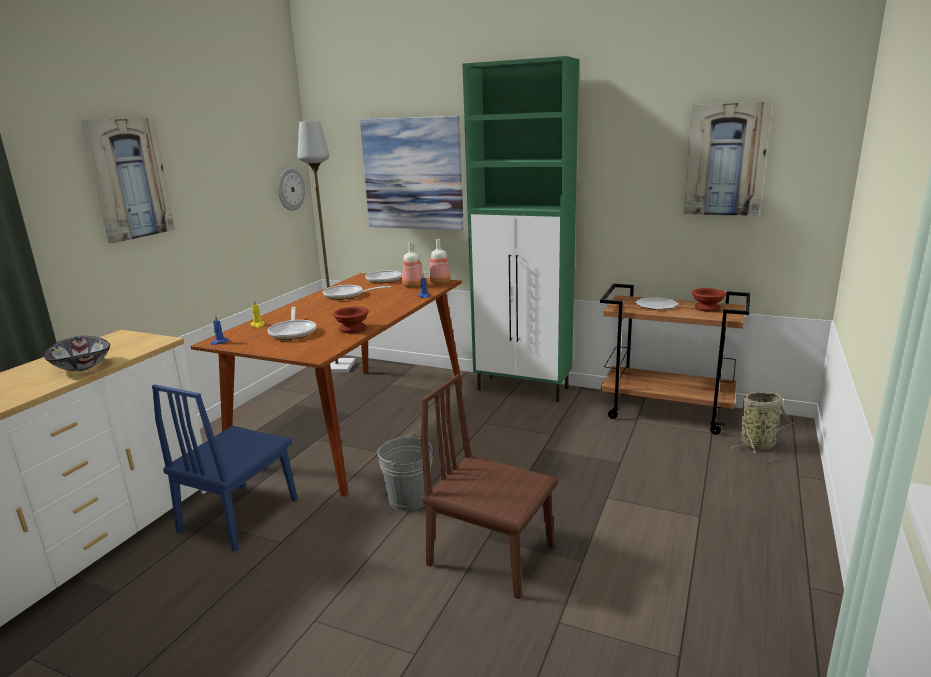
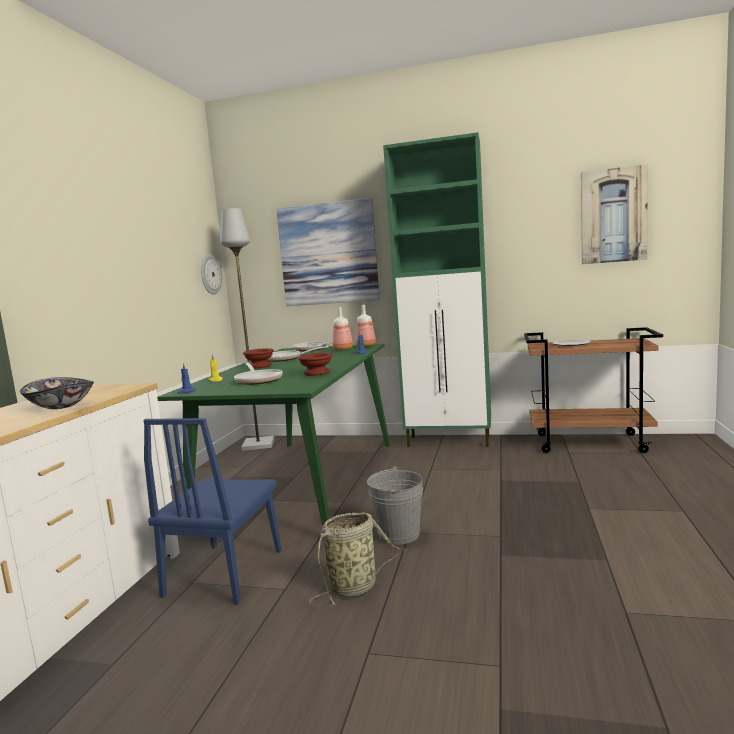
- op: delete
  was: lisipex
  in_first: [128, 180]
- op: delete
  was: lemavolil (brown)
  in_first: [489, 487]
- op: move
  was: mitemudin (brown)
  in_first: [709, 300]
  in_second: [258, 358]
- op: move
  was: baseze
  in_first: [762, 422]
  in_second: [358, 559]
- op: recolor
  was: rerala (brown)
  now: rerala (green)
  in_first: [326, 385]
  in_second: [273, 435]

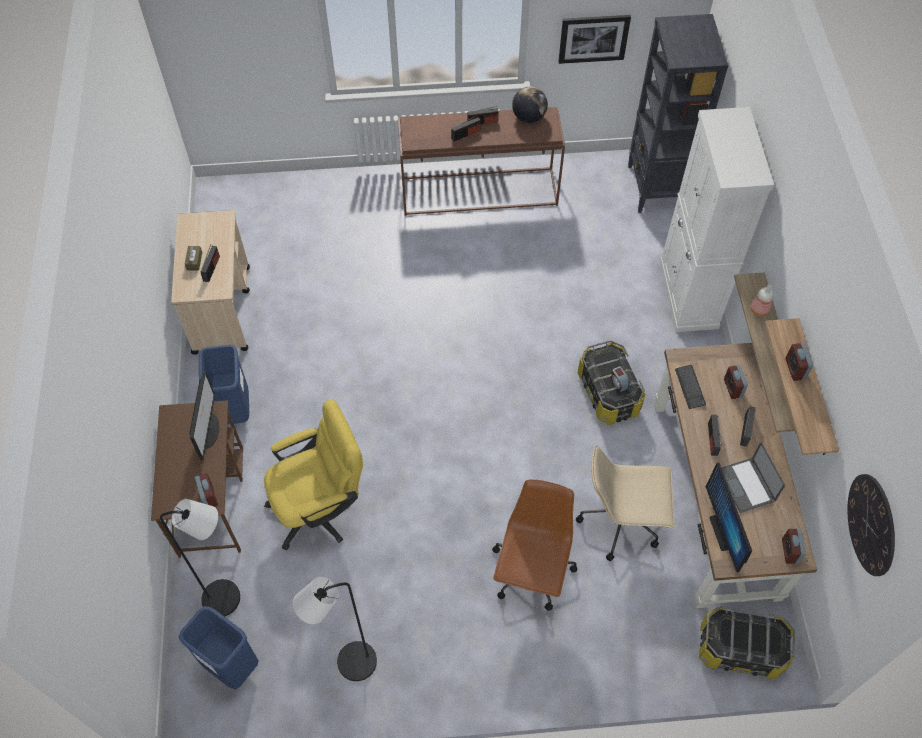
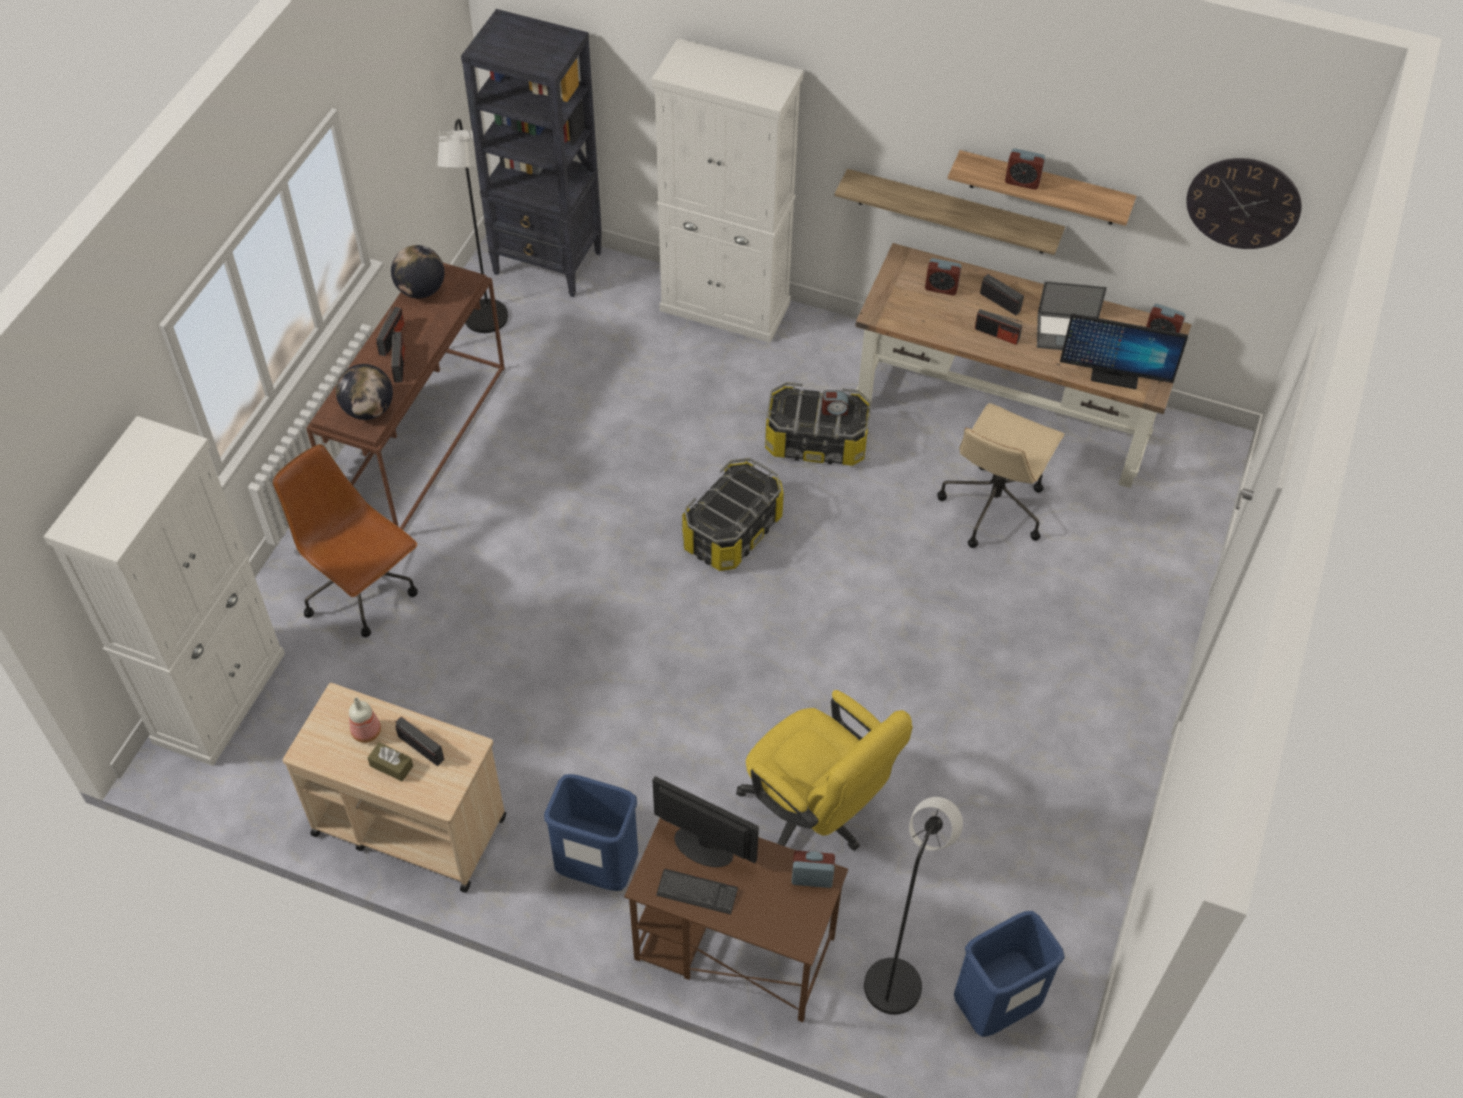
- op: delete
  was: lisipex
  in_first: [594, 39]
- op: insert
  now: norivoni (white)
  in_second: [164, 591]
- op: insert
  now: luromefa
  in_second: [364, 392]
- op: move
  was: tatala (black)
  in_first: [335, 629]
  in_second: [472, 226]
- op: move
  was: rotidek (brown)
  in_first: [535, 545]
  in_second: [345, 540]
- op: move
  was: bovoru
  in_first: [690, 387]
  in_second: [697, 892]
- op: move
  was: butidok
  in_first: [747, 642]
  in_second: [733, 514]
- op: move
  was: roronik
  in_first: [762, 300]
  in_second: [365, 720]
- op: rotate
  was: rotidek (yellow)
  in_first: [313, 475]
  in_second: [824, 770]
  clockwise: 135

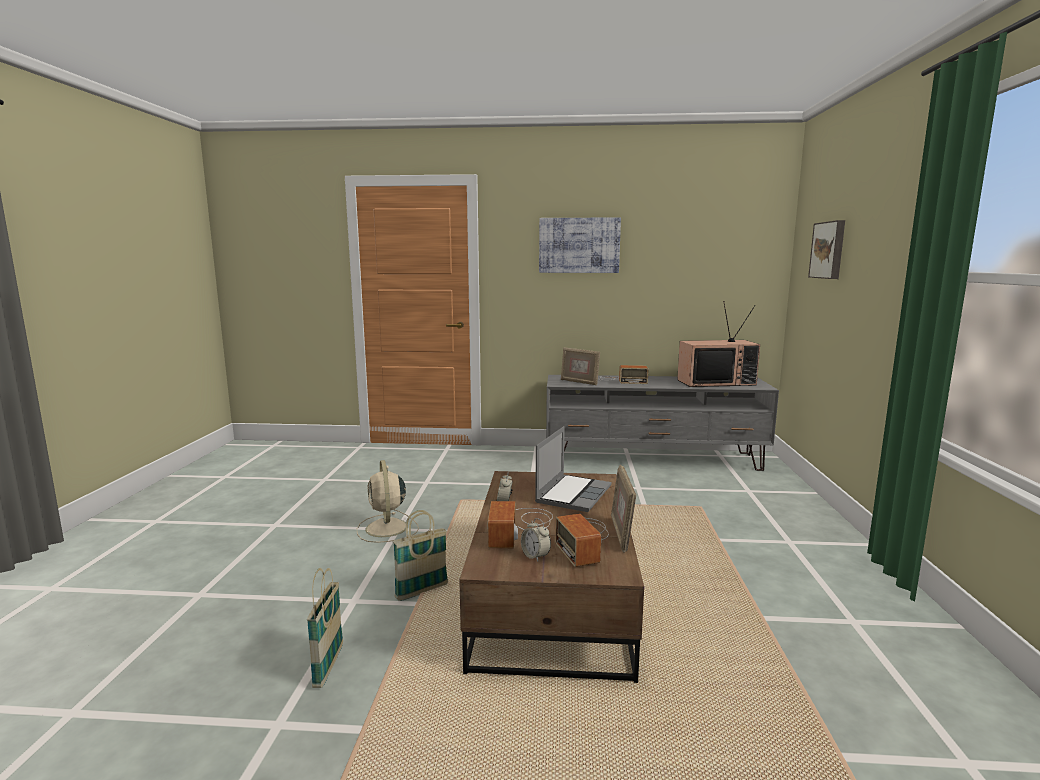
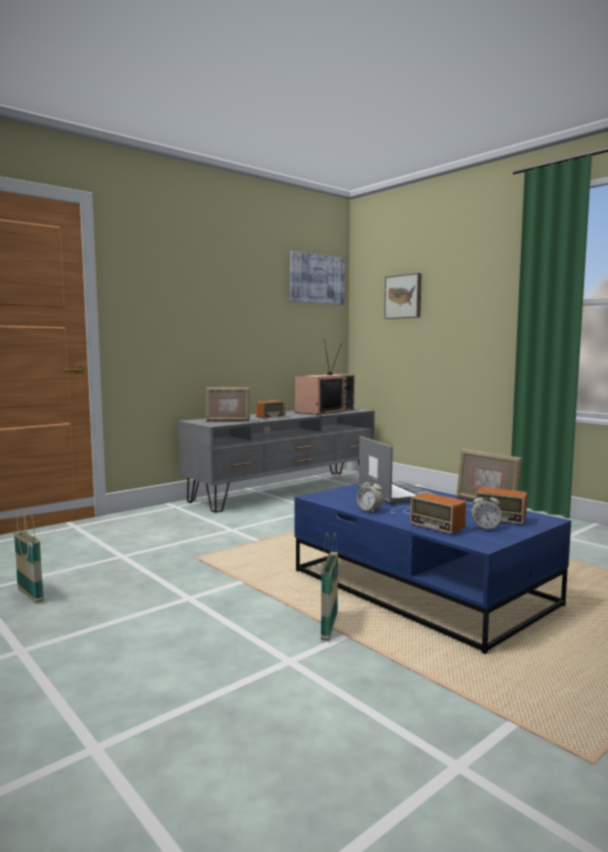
- op: delete
  was: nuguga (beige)
  in_first: [388, 501]
- op: move
  was: baseze
  in_first: [325, 628]
  in_second: [29, 557]
- op: move
  was: lisipex
  in_first: [580, 245]
  in_second: [317, 278]
- op: recolor
  was: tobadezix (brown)
  now: tobadezix (blue)
  in_first: [551, 577]
  in_second: [433, 568]

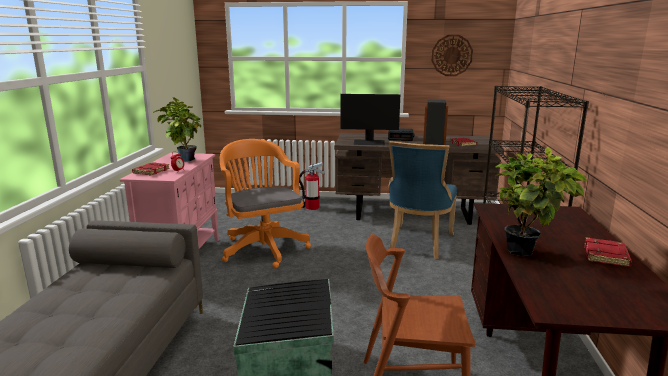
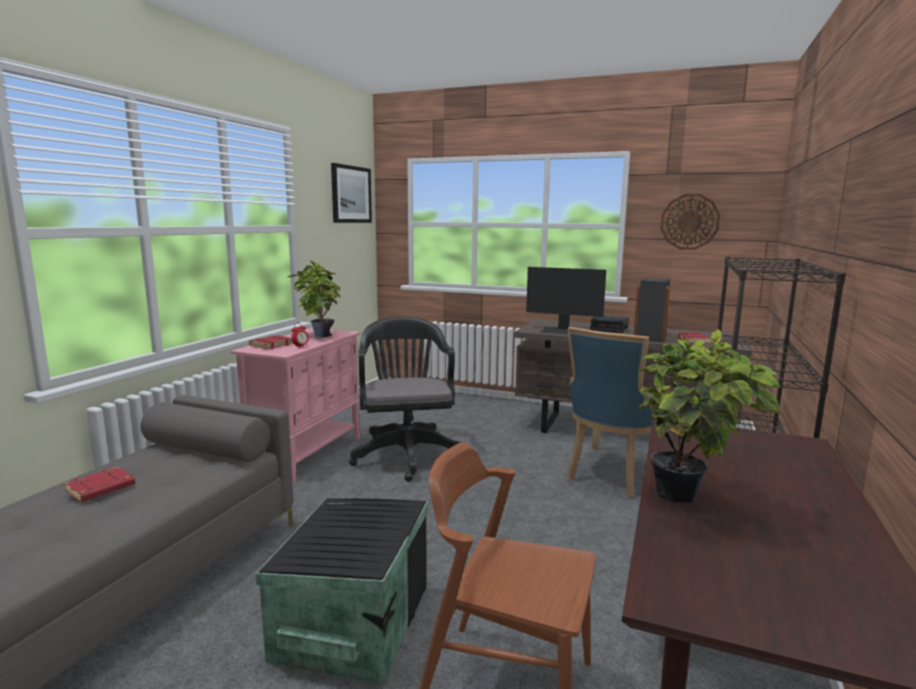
- op: delete
  was: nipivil
  in_first: [312, 186]
- op: insert
  now: lisipex
  in_second: [351, 193]
- op: move
  was: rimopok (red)
  in_first: [608, 252]
  in_second: [99, 484]
- op: recolor
  was: rotidek (orange)
  now: rotidek (black)
  in_first: [265, 203]
  in_second: [405, 399]

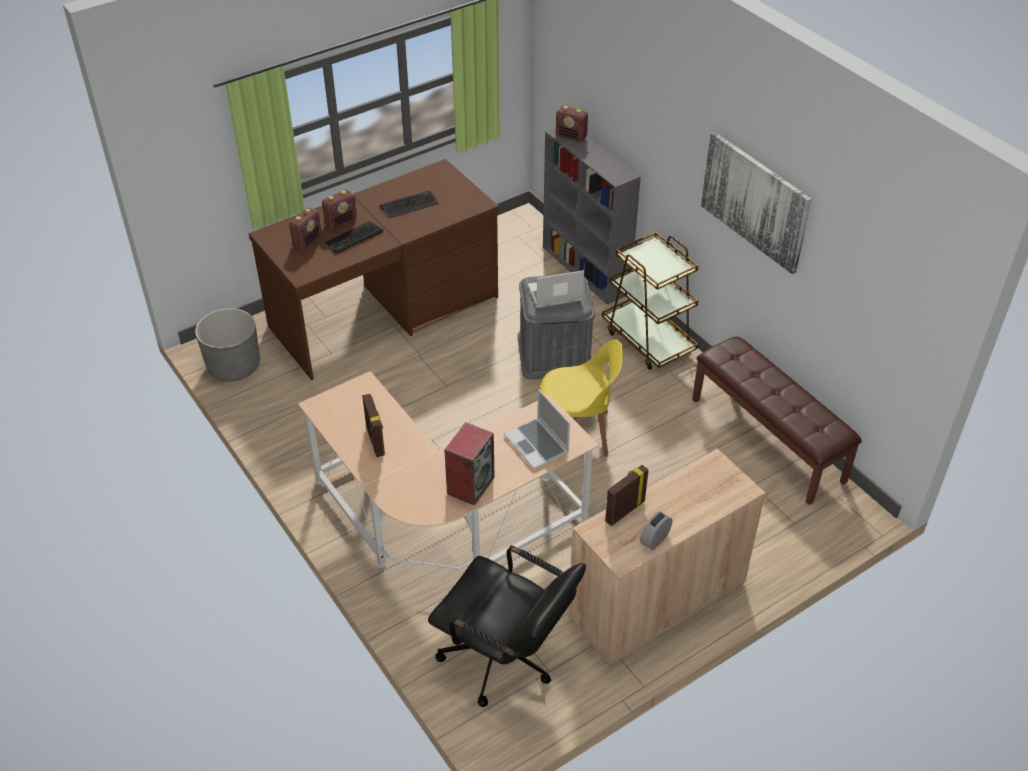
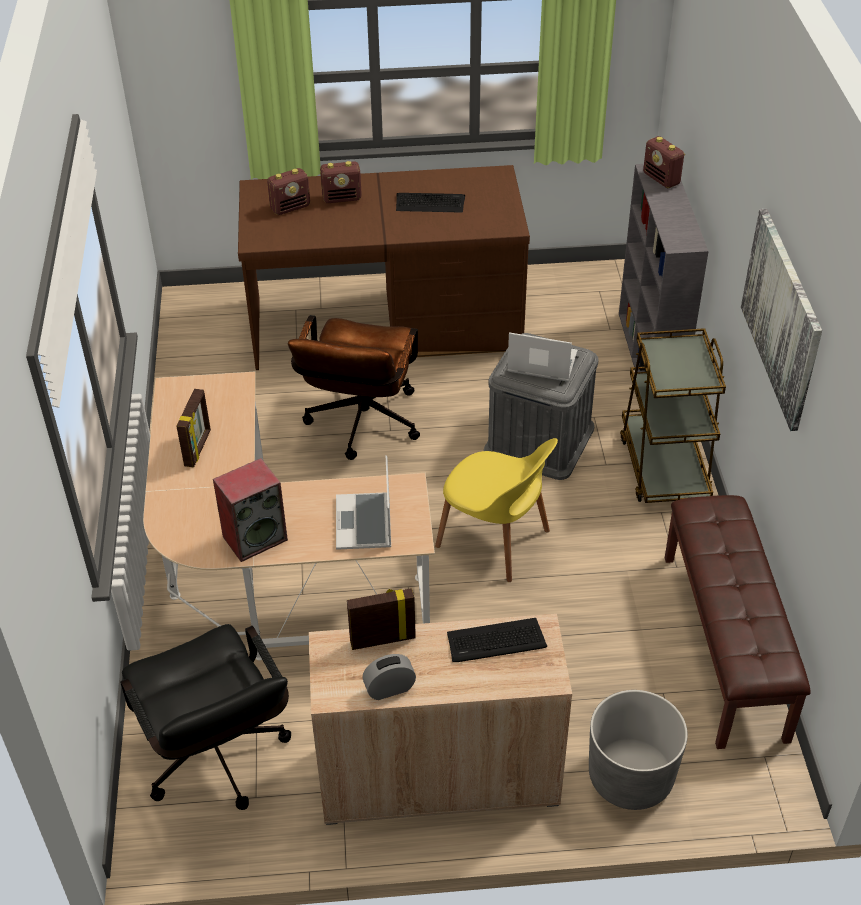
- op: insert
  now: rotidek (brown)
  in_second: [354, 387]
- op: move
  was: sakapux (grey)
  in_first: [227, 345]
  in_second: [638, 750]
- op: move
  was: bovoru
  in_first: [354, 237]
  in_second: [497, 640]

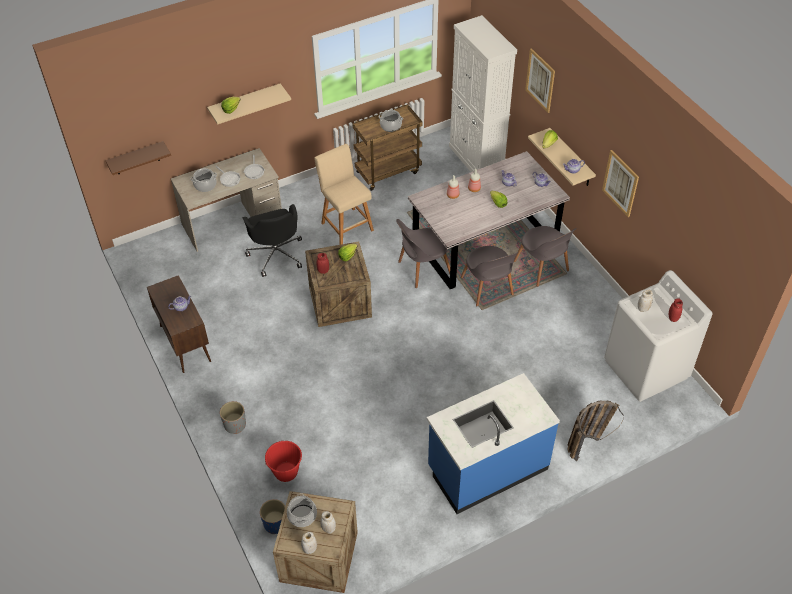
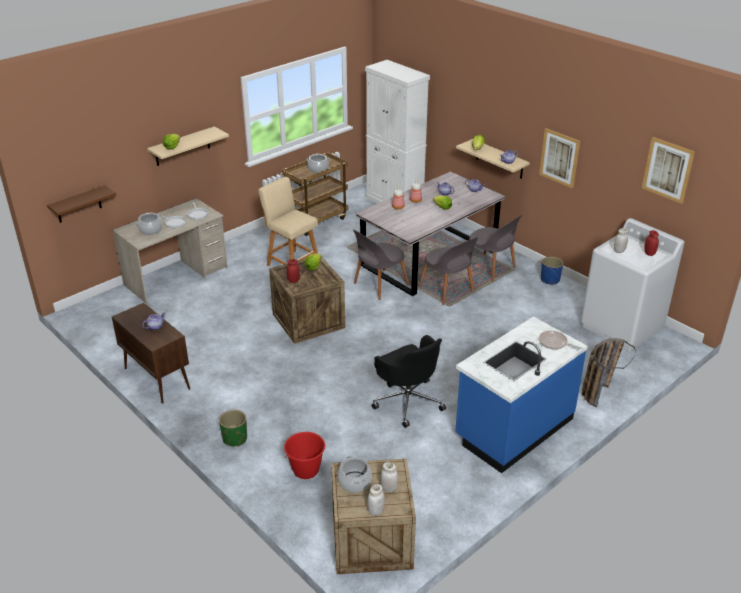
- op: insert
  now: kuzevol
  in_second: [560, 340]
- op: move
  was: rotidek (black)
  in_first: [272, 240]
  in_second: [409, 381]
- op: move
  was: sakapux (blue)
  in_first: [272, 516]
  in_second: [552, 271]
- op: move
  was: lisipex
  in_first: [540, 80]
  in_second: [668, 170]
- op: recolor
  was: sakapux (grey)
  now: sakapux (green)
  in_first: [233, 417]
  in_second: [233, 428]

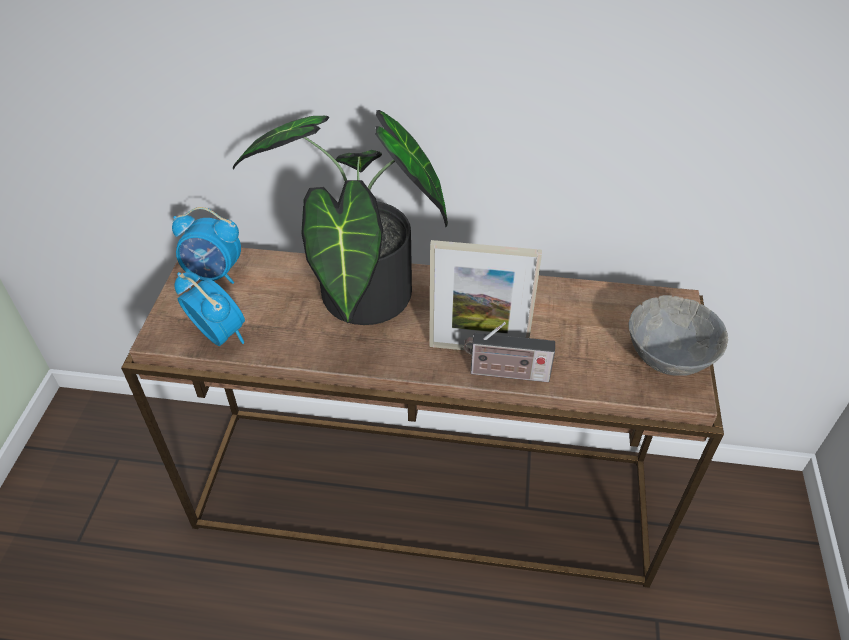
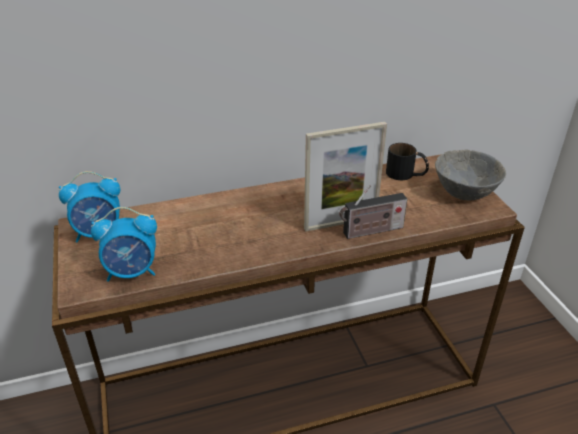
- op: delete
  was: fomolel
  in_first: [340, 217]
- op: insert
  now: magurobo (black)
  in_second: [407, 161]
- op: rotate
  was: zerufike
  in_first: [209, 309]
  in_second: [124, 244]
  clockwise: 150

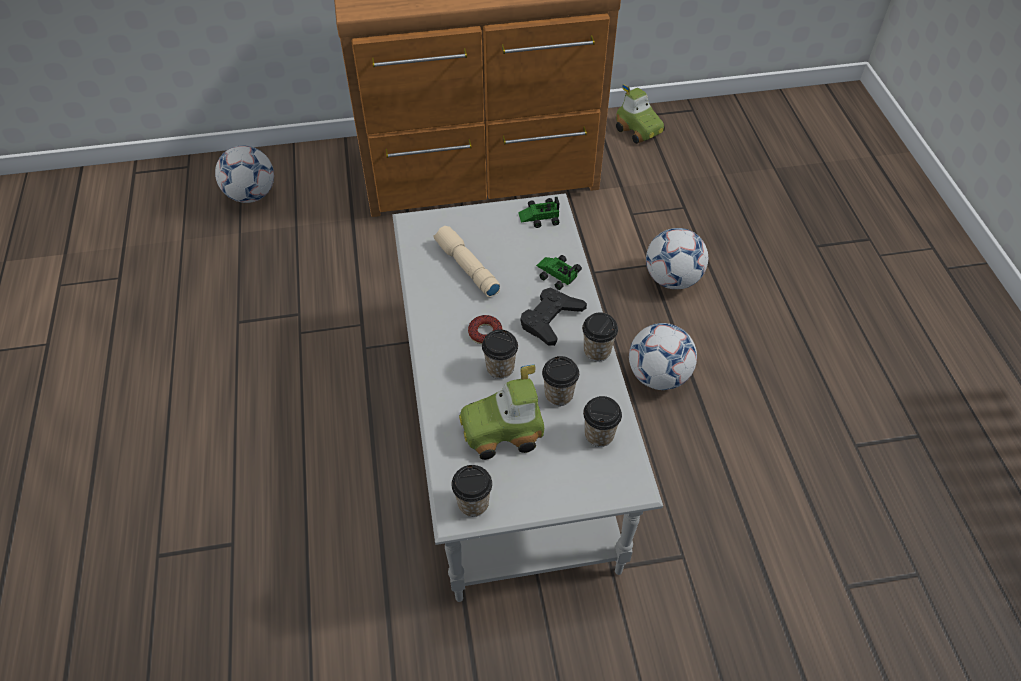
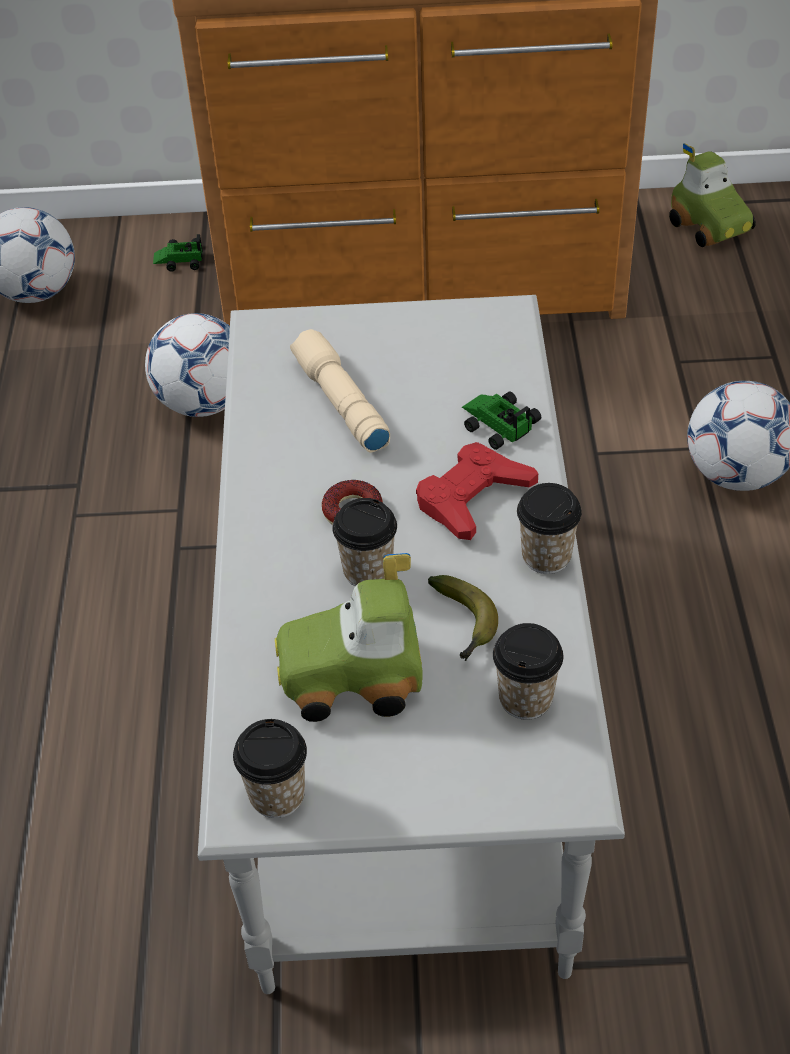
- op: move
  was: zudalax
  in_first: [539, 212]
  in_second: [178, 253]
- op: move
  was: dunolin
  in_first: [663, 356]
  in_second: [187, 365]
- op: replace
  was: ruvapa
  now: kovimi
  in_first: [560, 381]
  in_second: [463, 618]
- op: recolor
  was: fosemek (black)
  now: fosemek (red)
  in_first: [554, 317]
  in_second: [477, 491]

